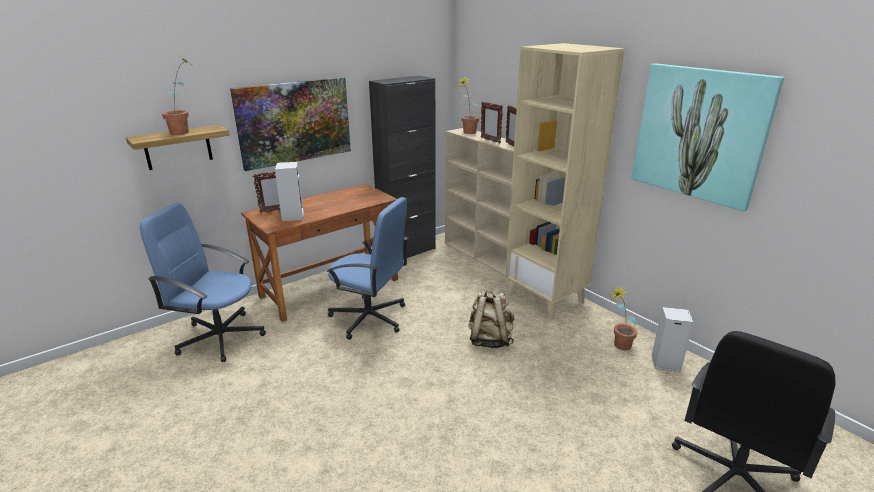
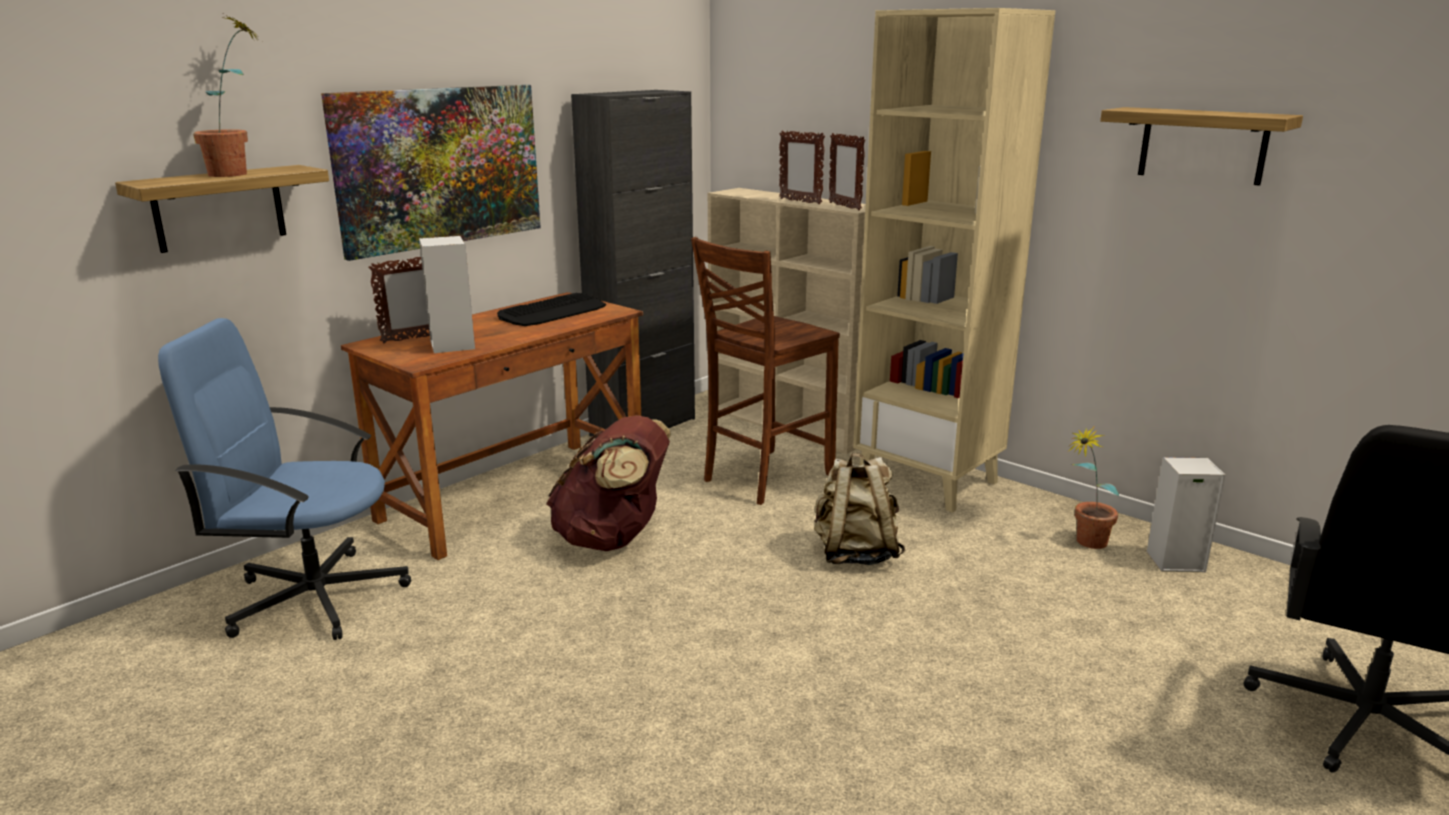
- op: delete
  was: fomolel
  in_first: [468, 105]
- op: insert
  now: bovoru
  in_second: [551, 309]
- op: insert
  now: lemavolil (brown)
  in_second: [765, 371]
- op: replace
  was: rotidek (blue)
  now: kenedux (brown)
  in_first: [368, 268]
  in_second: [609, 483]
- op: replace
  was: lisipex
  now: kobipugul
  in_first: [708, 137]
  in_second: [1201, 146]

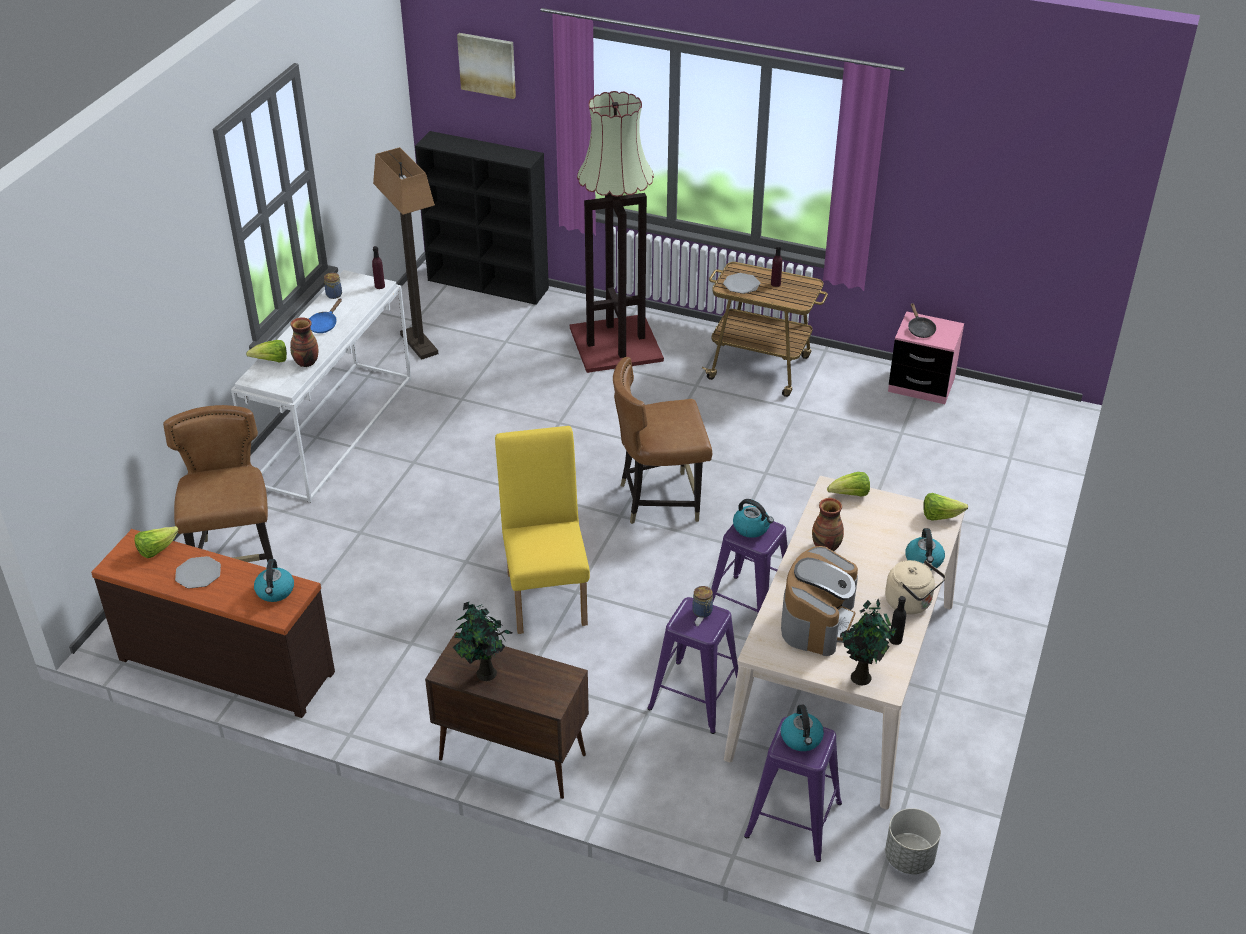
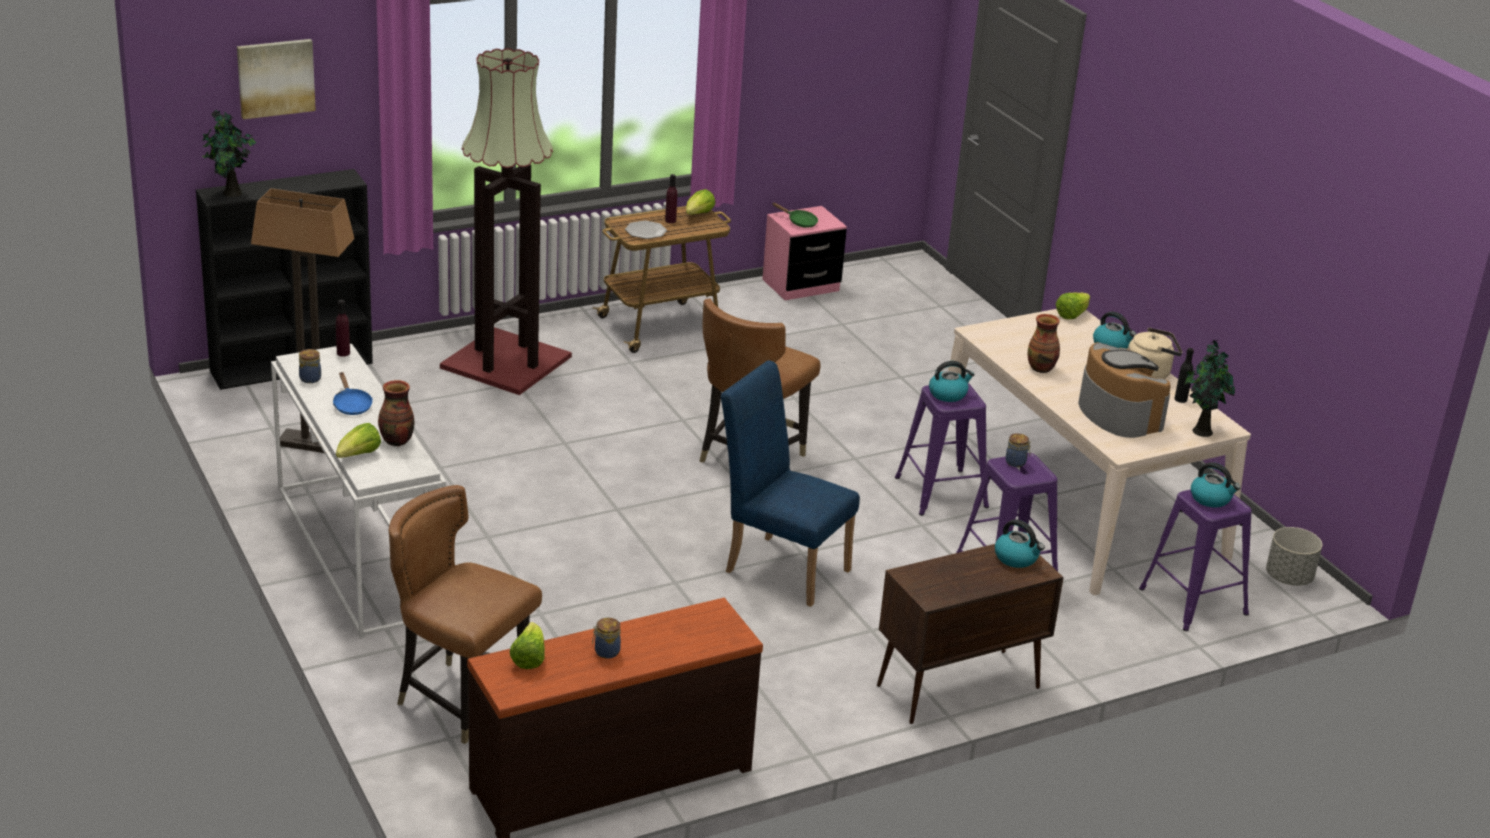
- op: move
  was: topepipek
  in_first: [274, 580]
  in_second: [1020, 543]
- op: move
  was: fomolel
  in_first: [483, 641]
  in_second: [229, 153]
- op: move
  was: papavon
  in_first: [848, 484]
  in_second: [700, 202]
- op: replace
  was: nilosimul
  now: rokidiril
  in_first: [198, 572]
  in_second: [606, 638]
- op: recolor
  was: lemavolil (yellow)
  now: lemavolil (blue)
  in_first: [542, 530]
  in_second: [790, 484]
- op: recolor
  was: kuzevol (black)
  now: kuzevol (green)
  in_first: [922, 320]
  in_second: [795, 215]

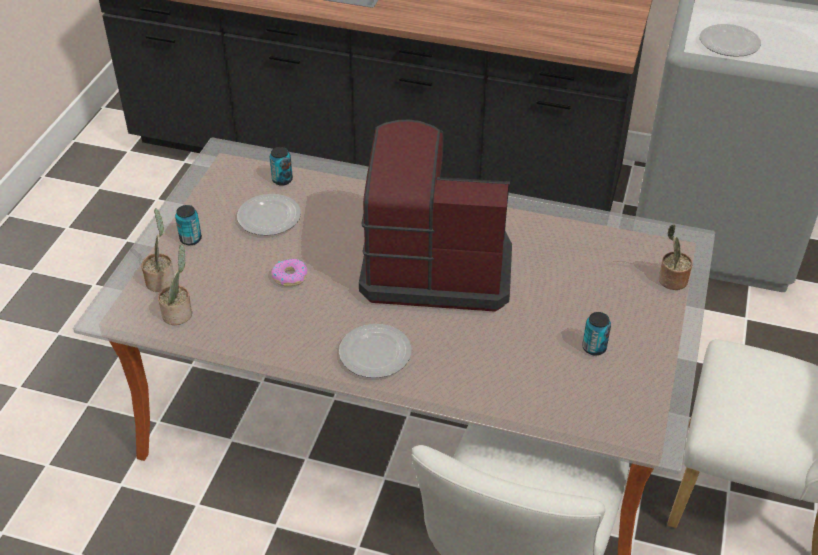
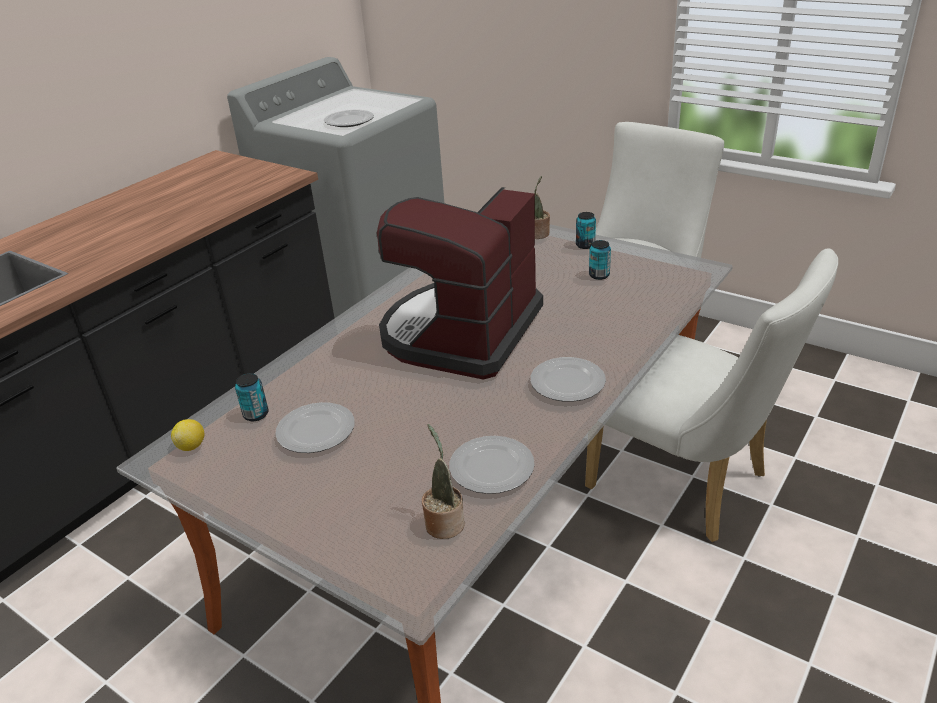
- op: delete
  was: fomolel
  in_first: [157, 250]
- op: delete
  was: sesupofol
  in_first: [289, 273]
- op: insert
  now: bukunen
  in_second: [187, 435]
- op: insert
  now: nilosimul
  in_second: [492, 465]
- op: move
  was: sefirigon
  in_first: [188, 225]
  in_second: [586, 230]

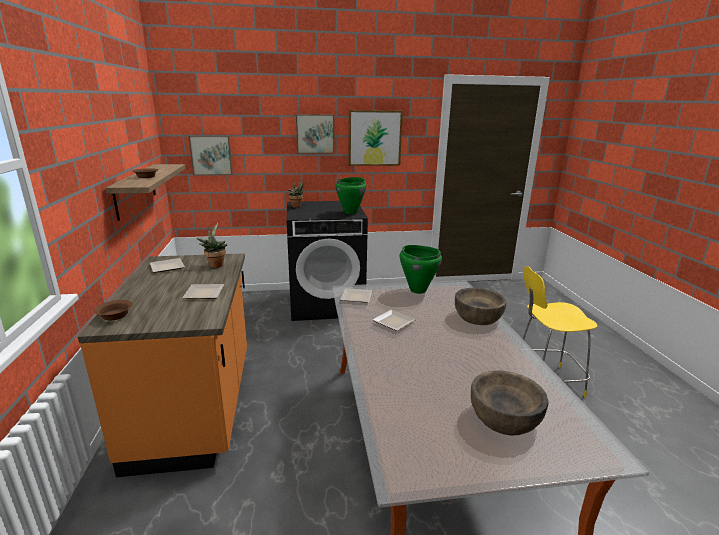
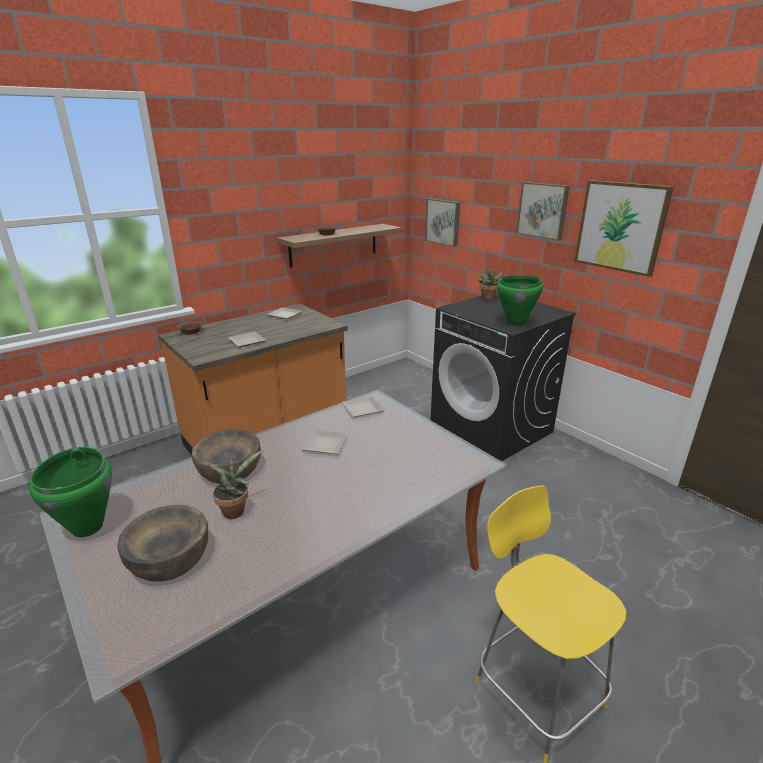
- op: move
  was: fomolel
  in_first: [211, 245]
  in_second: [235, 484]
- op: move
  was: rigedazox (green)
  in_first: [421, 269]
  in_second: [70, 492]
- op: move
  was: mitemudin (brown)
  in_first: [480, 306]
  in_second: [226, 456]

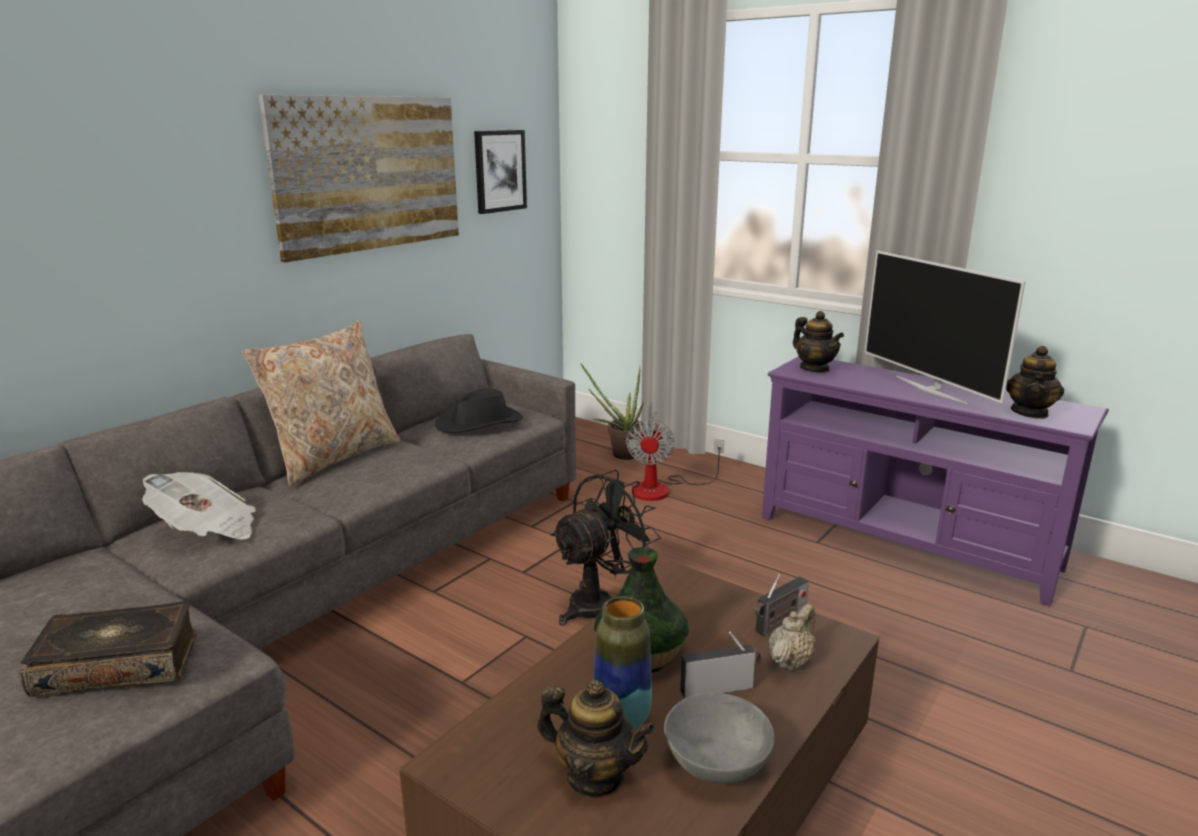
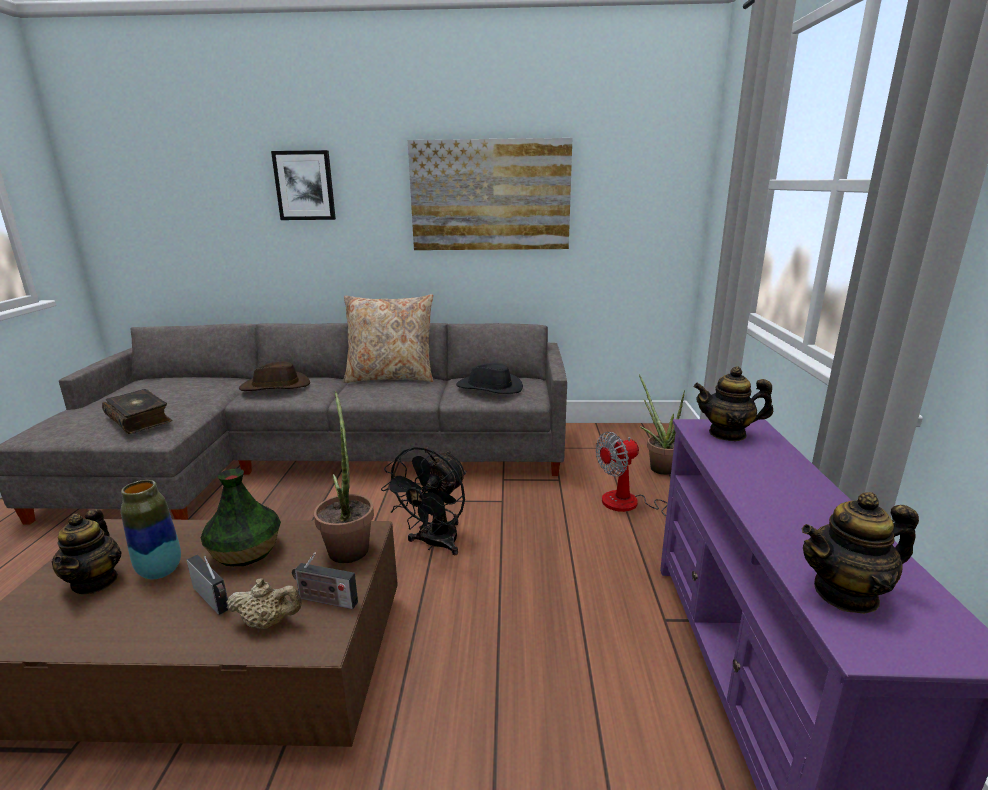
- op: delete
  was: mitemudin (grey)
  in_first: [719, 738]
- op: delete
  was: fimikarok
  in_first: [945, 327]
- op: insert
  now: fomolel
  in_second: [344, 477]
- op: move
  was: lisipex
  in_first: [500, 172]
  in_second: [303, 185]
- op: replace
  was: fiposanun
  now: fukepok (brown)
  in_first: [199, 505]
  in_second: [274, 376]
- op: rotate
  was: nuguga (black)
  in_first: [605, 548]
  in_second: [424, 501]
  clockwise: 105
- op: rotate
  was: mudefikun
  in_first: [818, 342]
  in_second: [733, 404]
  clockwise: 75

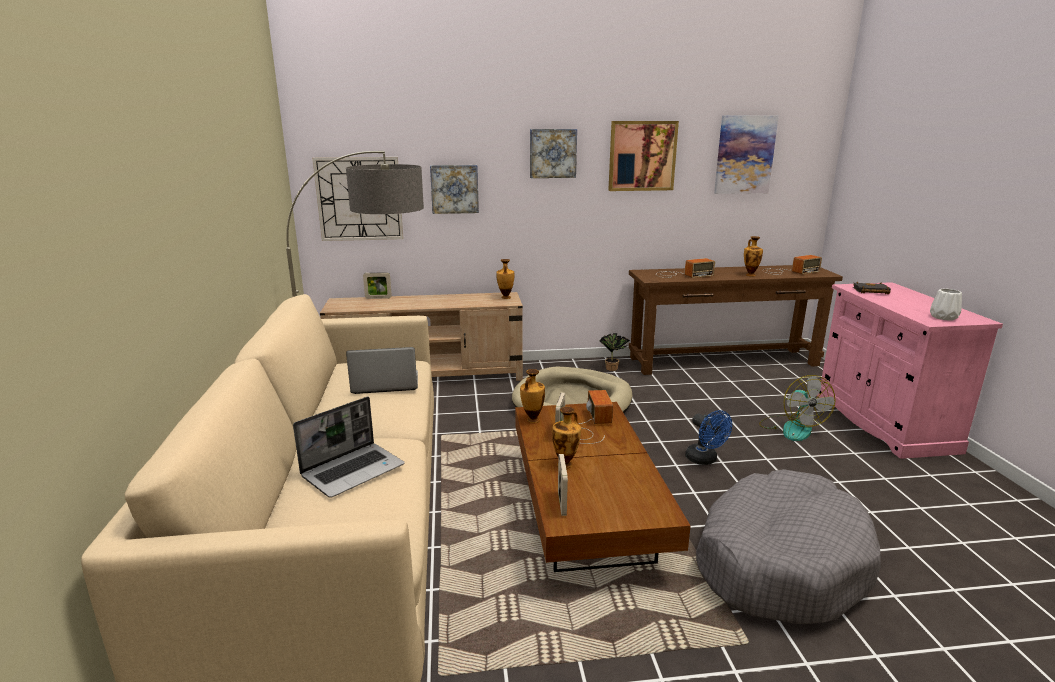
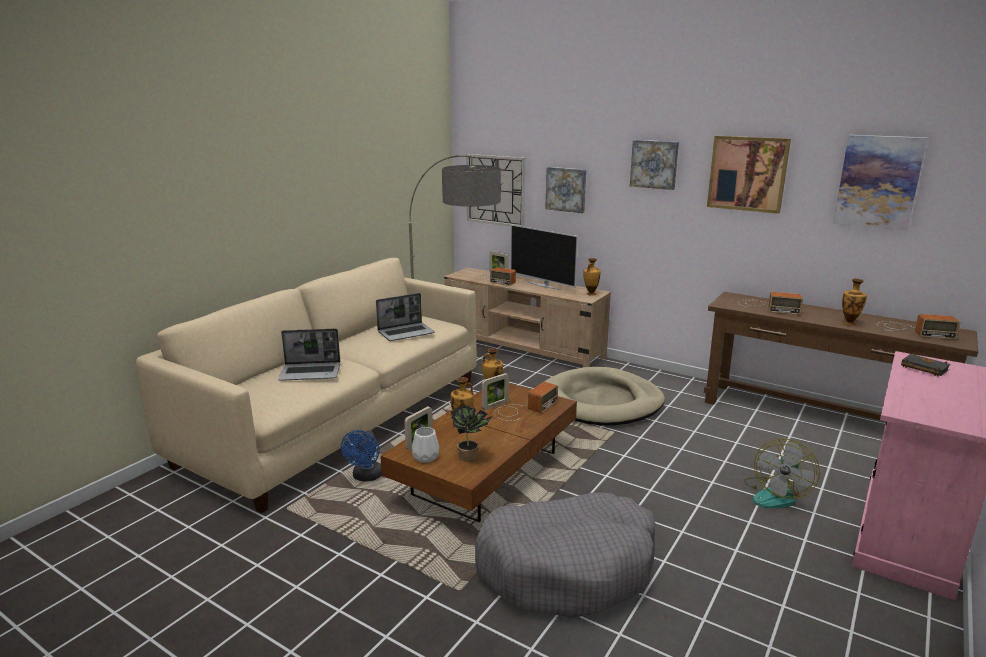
- op: insert
  now: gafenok
  in_second: [497, 276]
- op: insert
  now: fimikarok
  in_second: [544, 257]
- op: move
  was: fomolel
  in_first: [615, 352]
  in_second: [471, 434]
- op: move
  was: nuguga (blue)
  in_first: [708, 437]
  in_second: [361, 455]
- op: move
  was: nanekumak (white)
  in_first: [946, 304]
  in_second: [425, 444]
- op: rotate
  was: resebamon
  in_first: [382, 370]
  in_second: [405, 317]
  clockwise: 120

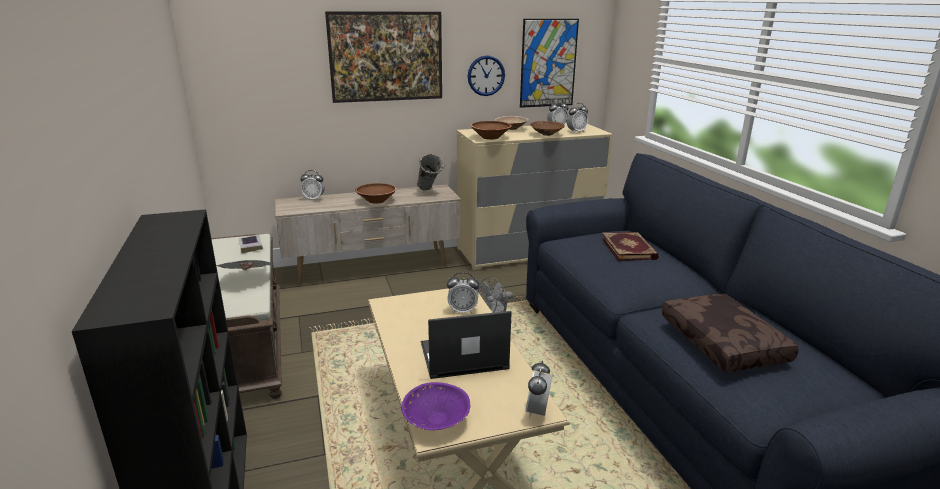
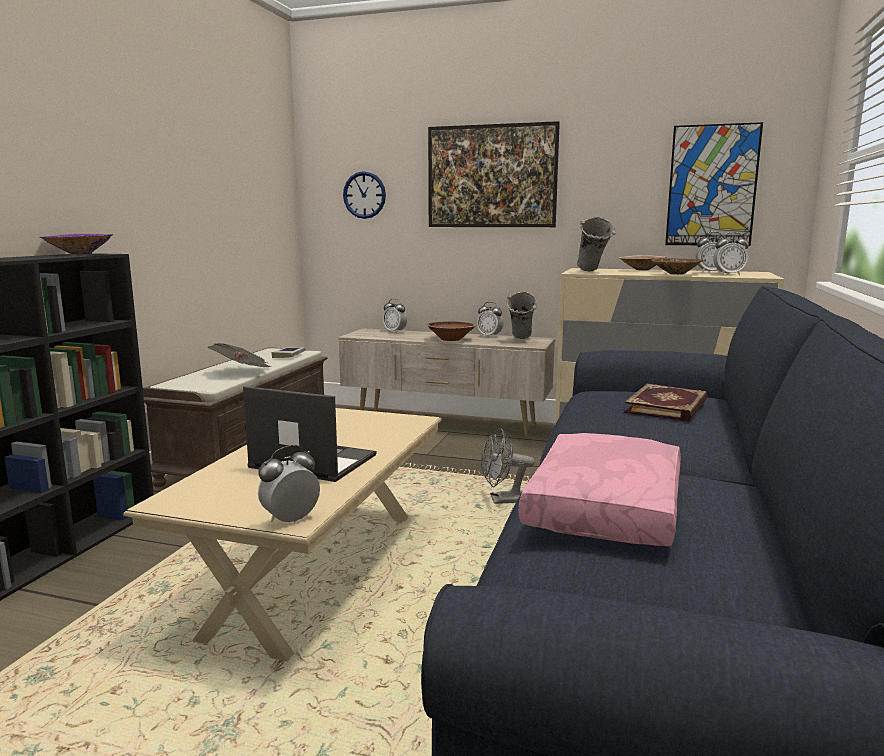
- op: move
  was: mitemudin (purple)
  in_first: [435, 406]
  in_second: [76, 244]
- op: move
  was: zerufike
  in_first: [463, 293]
  in_second: [490, 320]
- op: move
  was: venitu
  in_first: [486, 75]
  in_second: [364, 195]
- op: replace
  was: mitemudin (brown)
  now: nanekumak (grey)
  in_first: [491, 130]
  in_second: [596, 244]
- op: recolor
  was: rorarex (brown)
  now: rorarex (pink)
  in_first: [730, 333]
  in_second: [600, 489]

